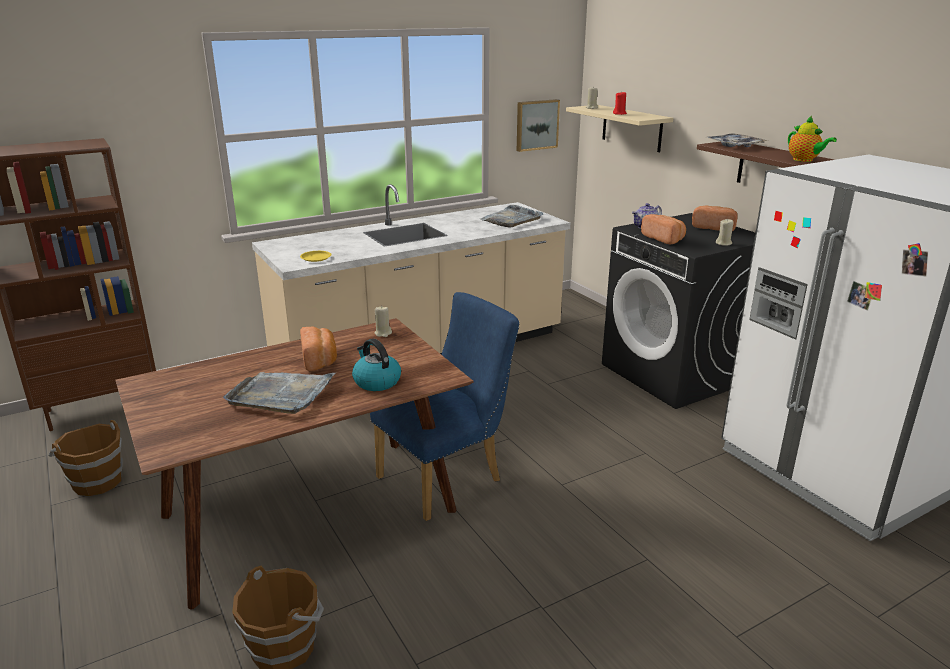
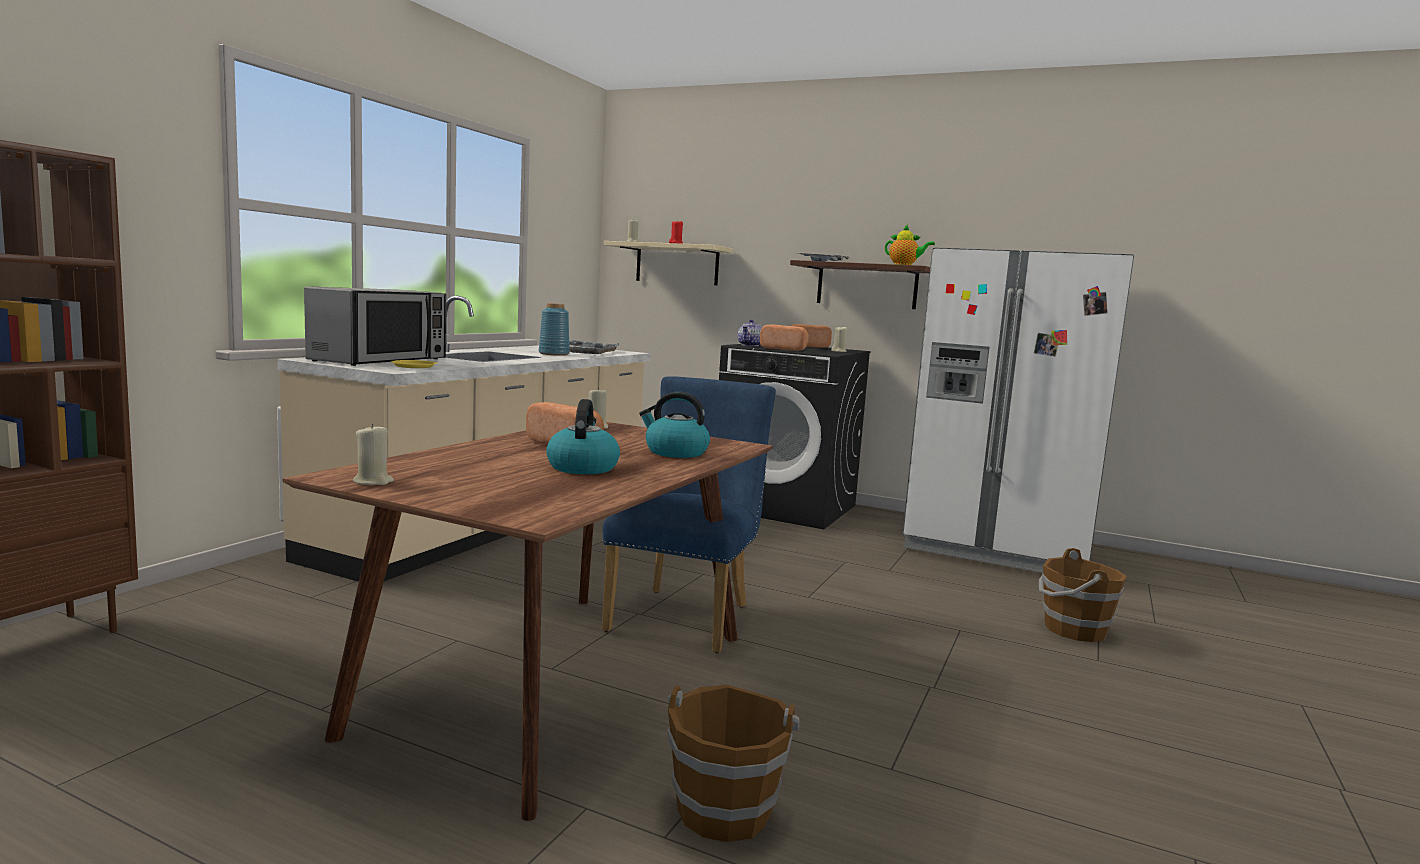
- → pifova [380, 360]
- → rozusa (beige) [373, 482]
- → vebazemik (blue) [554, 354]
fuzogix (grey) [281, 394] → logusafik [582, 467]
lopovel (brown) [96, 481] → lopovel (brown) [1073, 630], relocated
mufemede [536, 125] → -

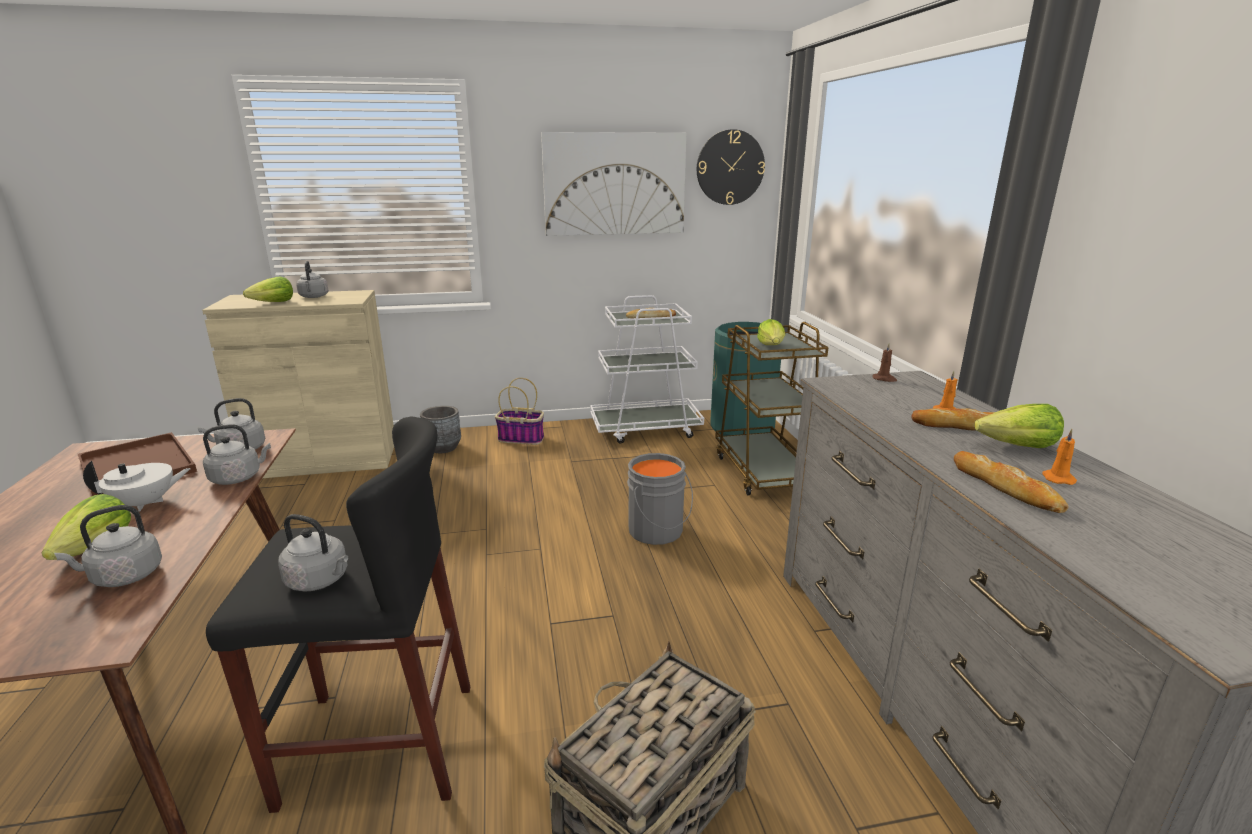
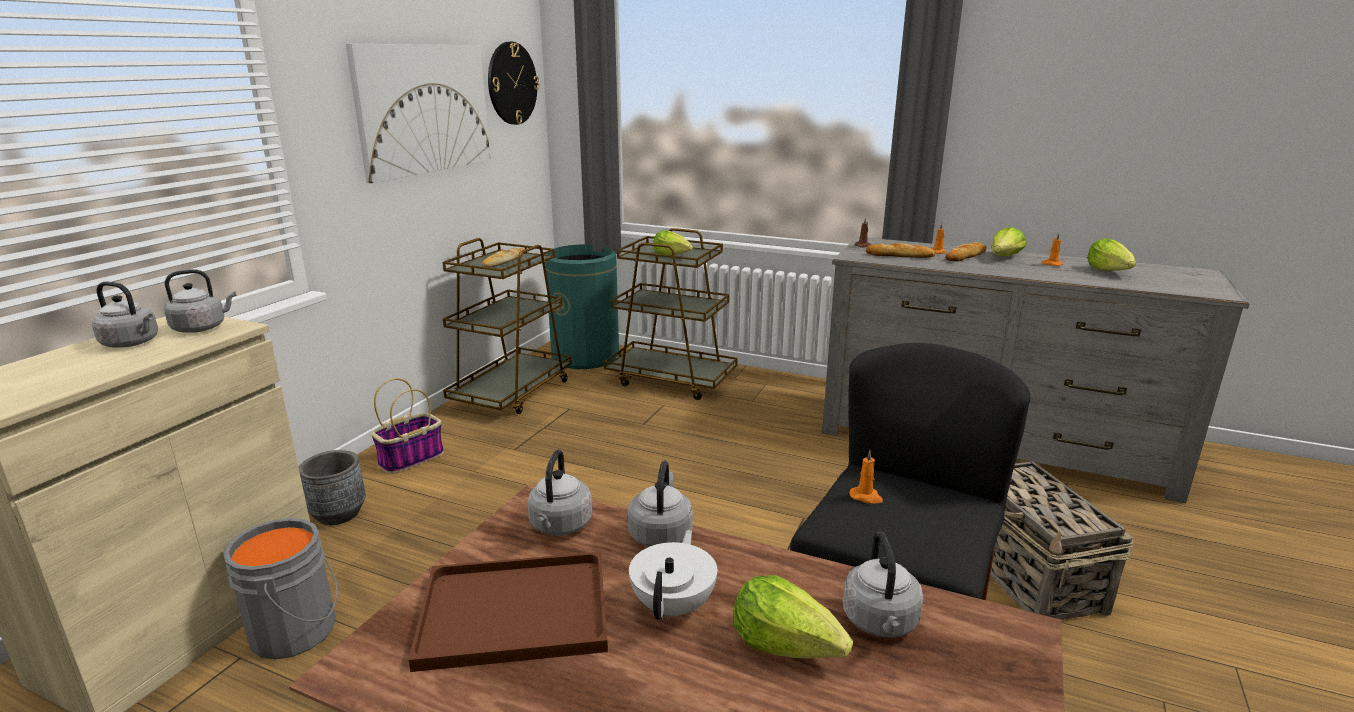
logusafik (grey) [320, 580] → logusafik (grey) [202, 328], relocated
lopovel (grey) [657, 531] → lopovel (grey) [298, 630], relocated
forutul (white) [646, 429] → forutul (brown) [512, 392]
- → rozusa (orange) [866, 497]
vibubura [1004, 487] → vibubura [900, 255], relocated
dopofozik [273, 303] → dopofozik [1109, 271], relocated

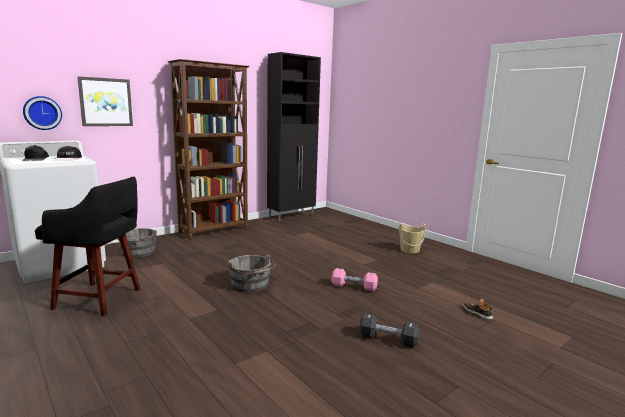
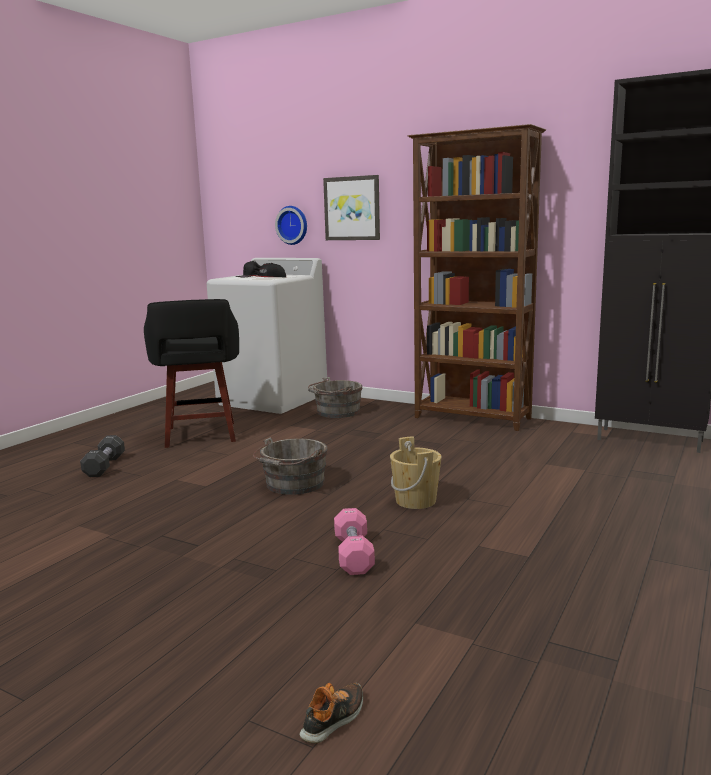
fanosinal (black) [388, 339] → fanosinal (black) [104, 466], relocated
lopovel (beige) [409, 250] → lopovel (beige) [415, 500], relocated

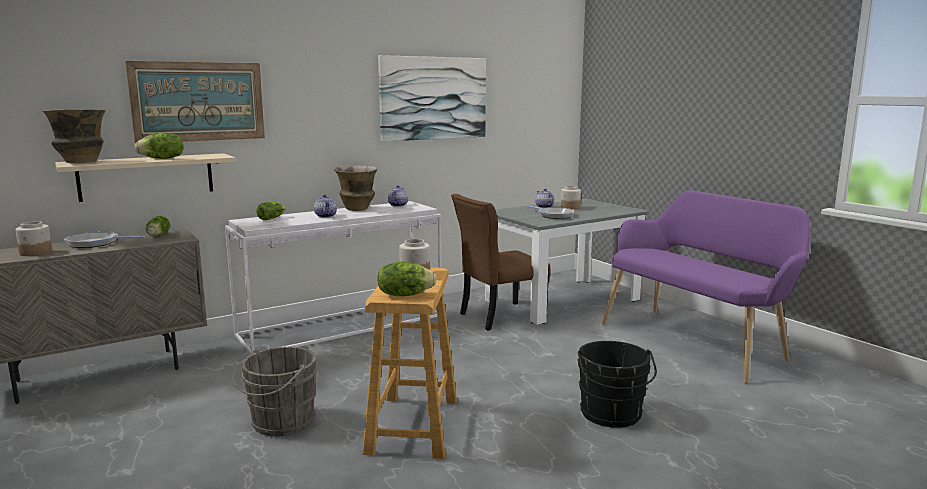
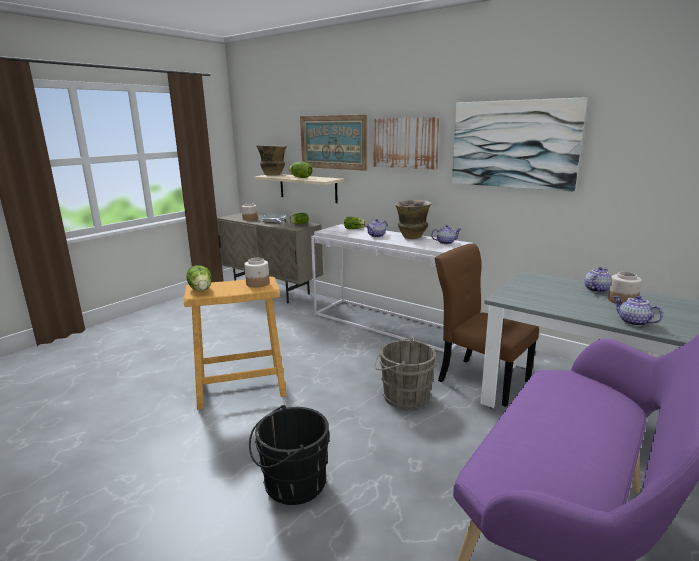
- → mufemede [405, 143]
lopovel (grey) [280, 423] → lopovel (grey) [403, 396], relocated
- → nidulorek [633, 322]
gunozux [554, 215] → -

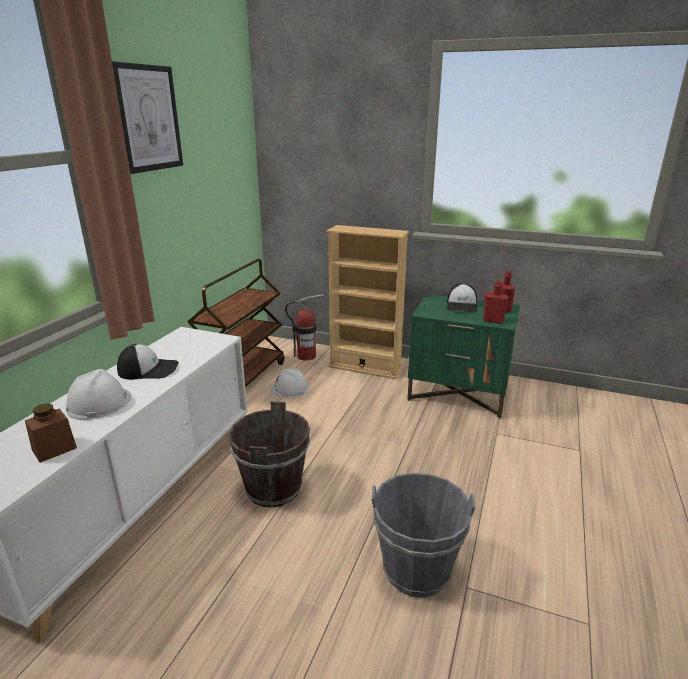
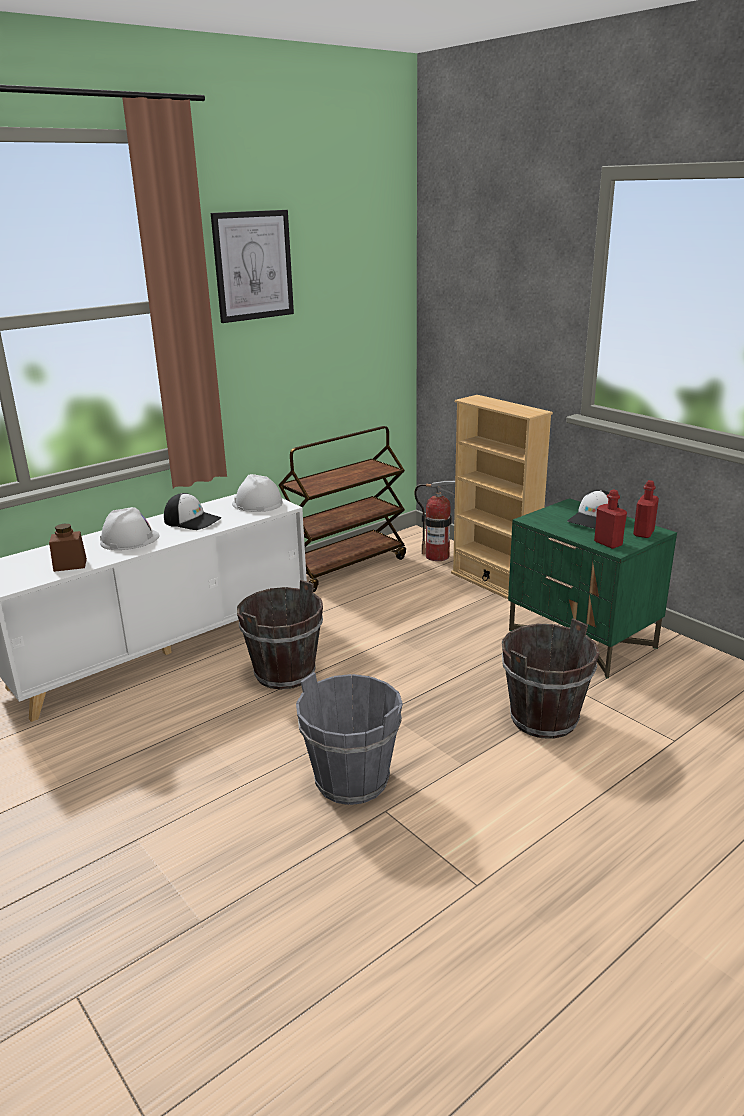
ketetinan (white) [289, 388] → ketetinan (white) [257, 503], relocated
- → lopovel (brown) [544, 719]

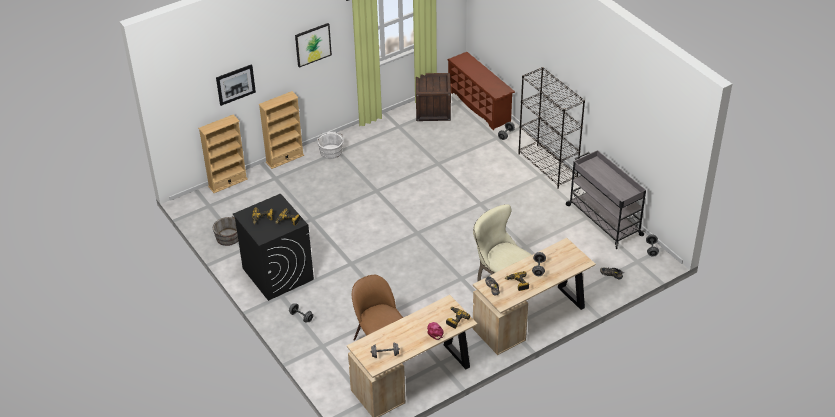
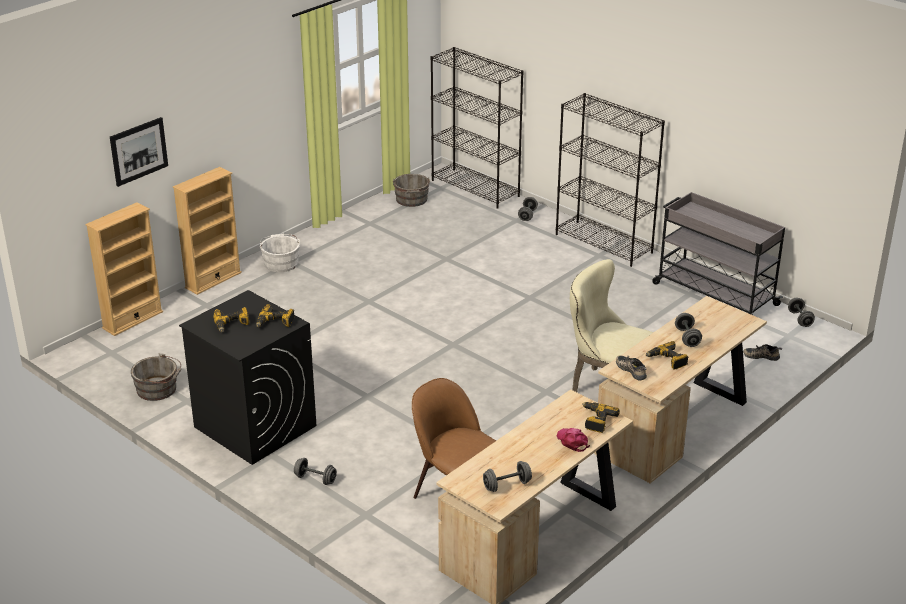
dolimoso [433, 110] → lopovel (grey) [411, 200]
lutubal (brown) [480, 106] → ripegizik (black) [476, 188]
mufemede [313, 44] → -

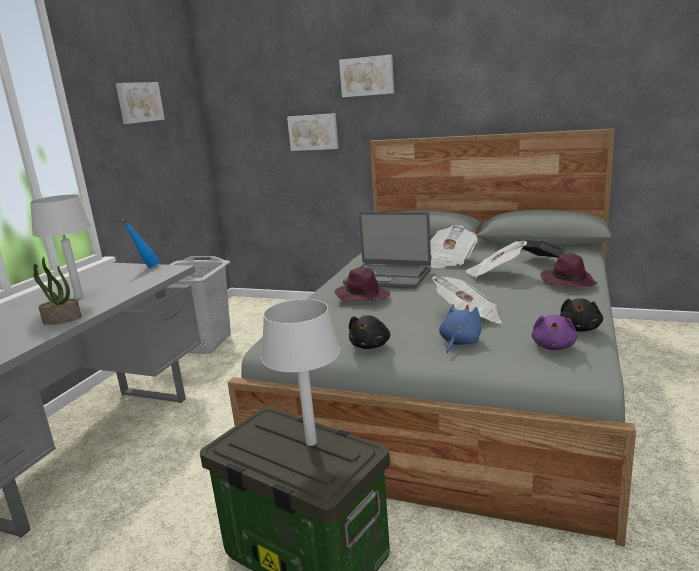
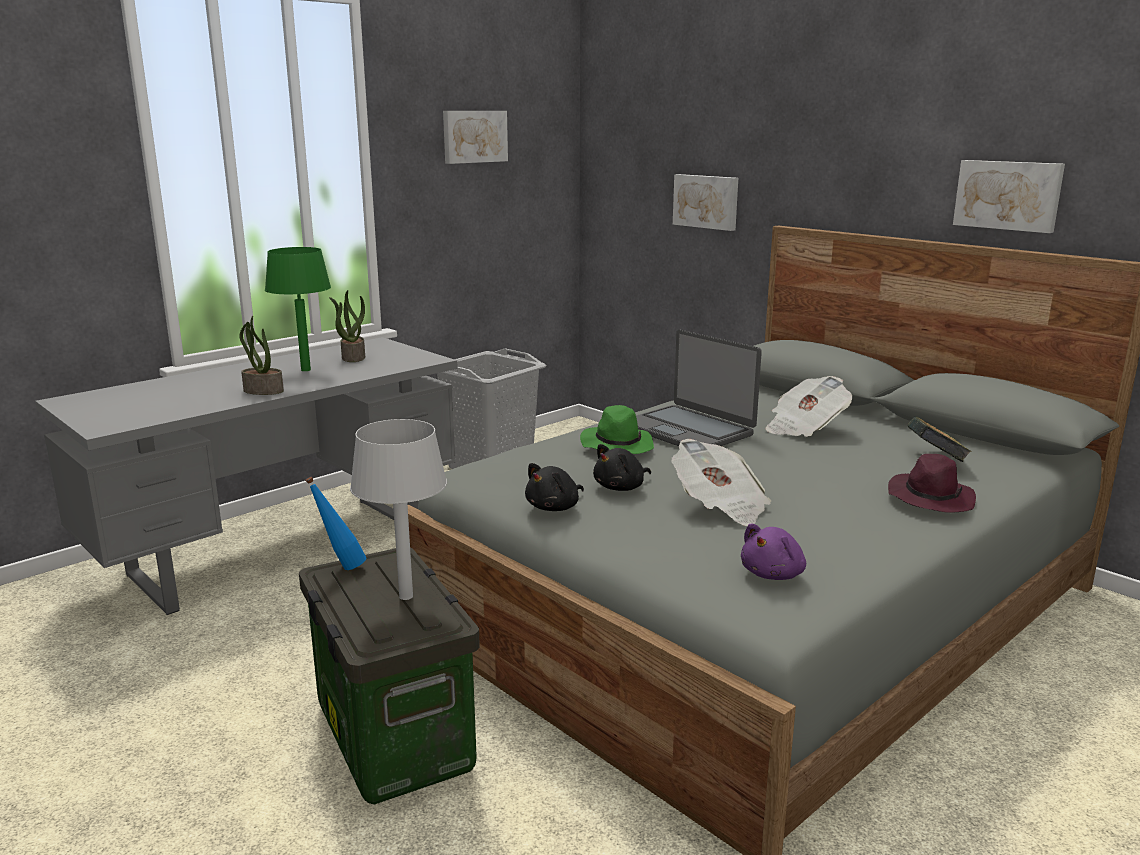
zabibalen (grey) [79, 296] → zabibalen (green) [306, 370]
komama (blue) [146, 268] → komama (blue) [340, 567], relocated
- → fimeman [353, 357]
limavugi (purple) [362, 296] → limavugi (green) [616, 445]
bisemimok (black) [580, 328] → bisemimok (black) [621, 487], relocated
mufemede [367, 76] → mufemede [1008, 195], relocated
bisemimok (blue) [459, 343] → -
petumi [494, 274] → -

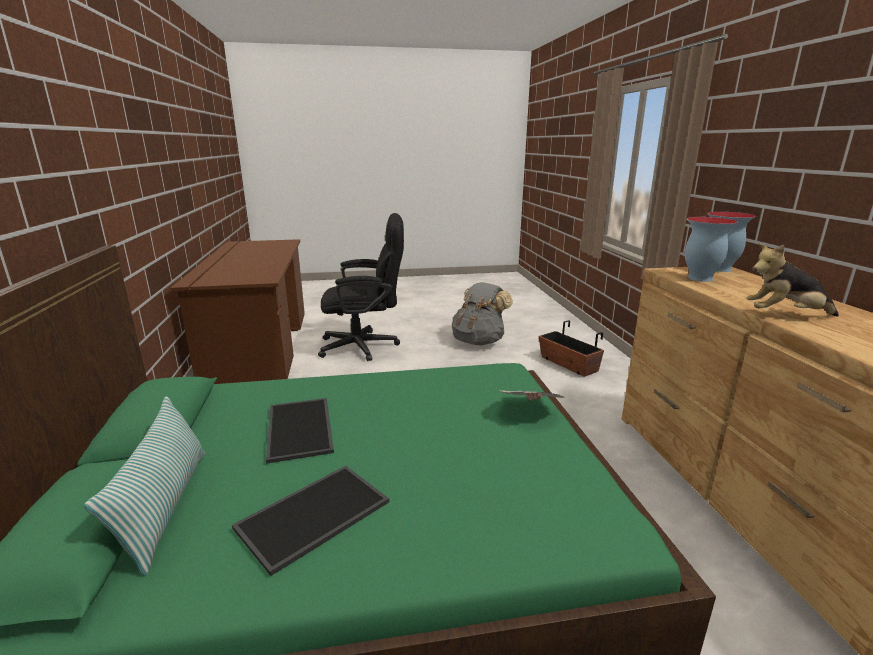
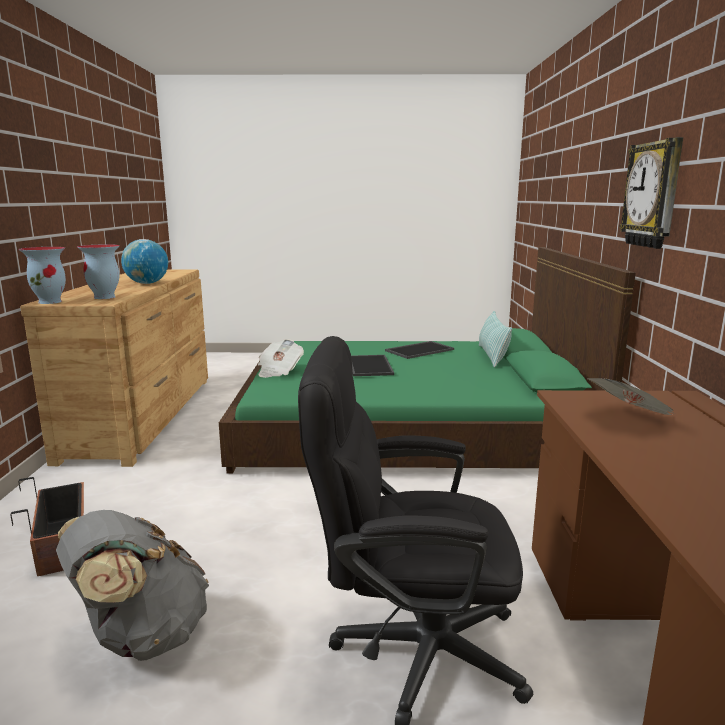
bisemimok [784, 315] → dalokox [147, 283]
fuzogix [301, 429] → fuzogix [368, 365], relocated
- → petumi [631, 419]
- → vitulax [653, 195]

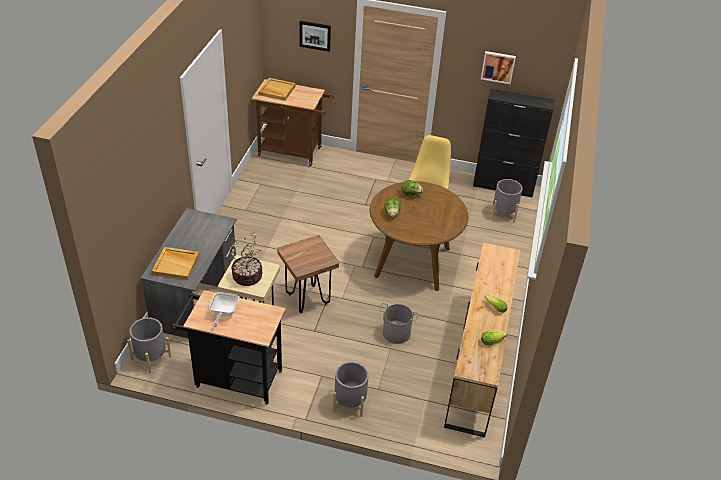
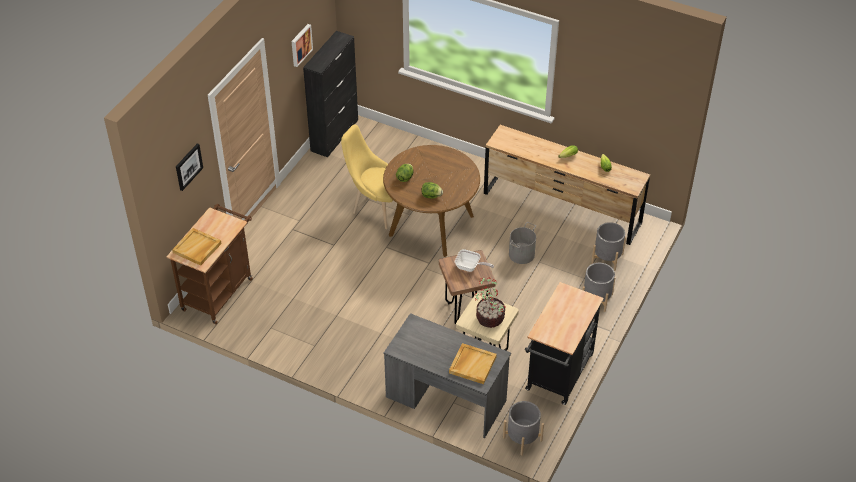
gunozux [223, 313] → gunozux [470, 267], relocated
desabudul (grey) [503, 214] → desabudul (grey) [607, 258], relocated

